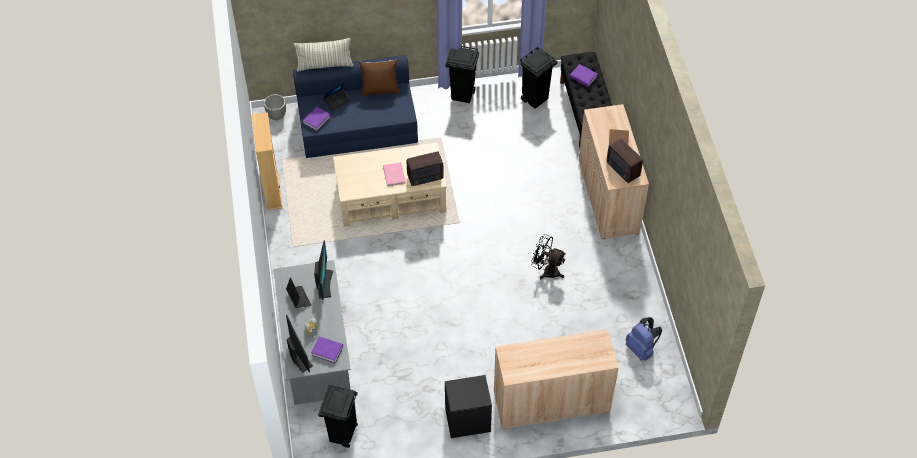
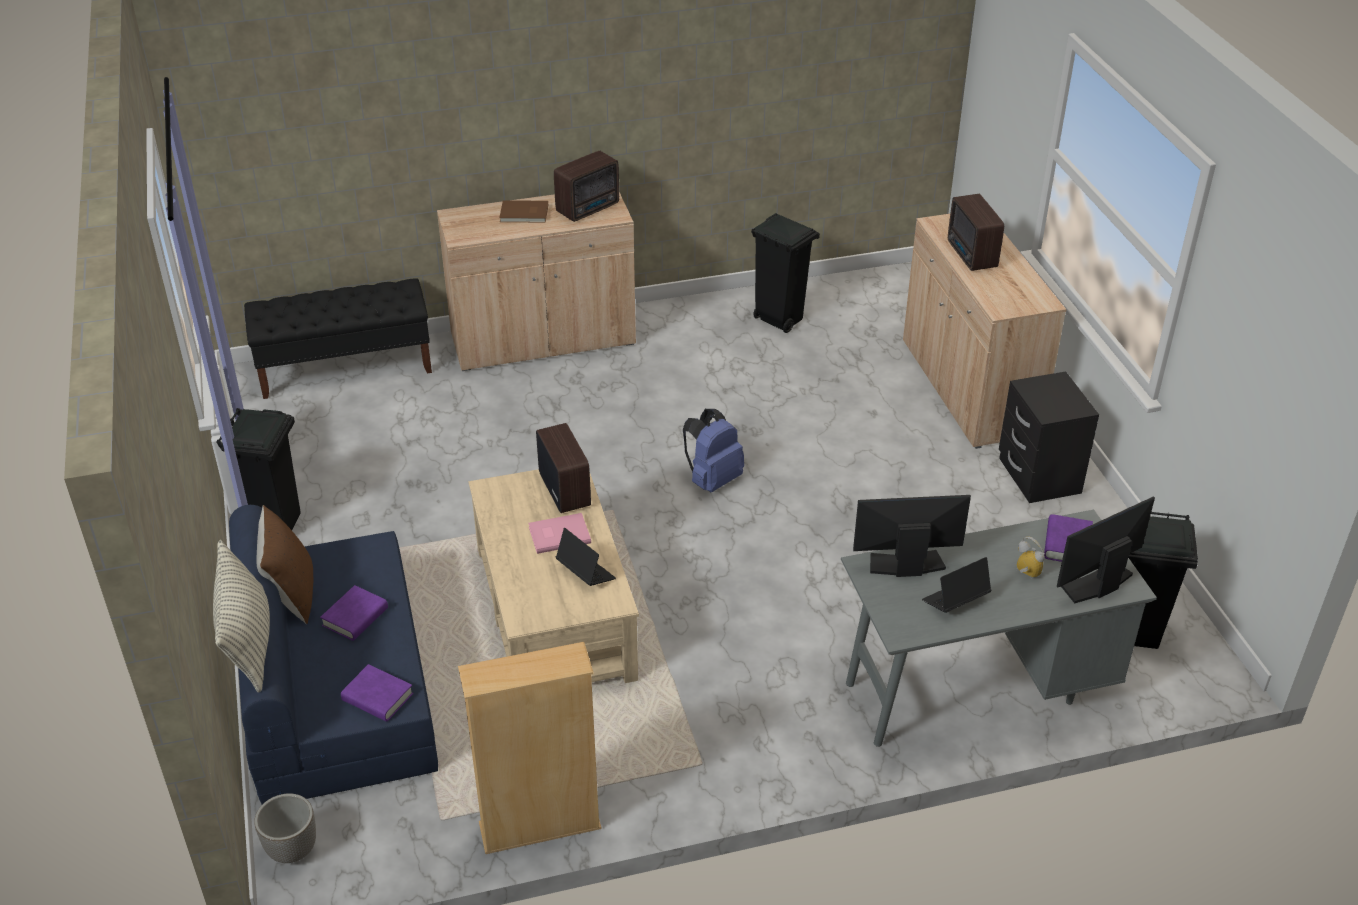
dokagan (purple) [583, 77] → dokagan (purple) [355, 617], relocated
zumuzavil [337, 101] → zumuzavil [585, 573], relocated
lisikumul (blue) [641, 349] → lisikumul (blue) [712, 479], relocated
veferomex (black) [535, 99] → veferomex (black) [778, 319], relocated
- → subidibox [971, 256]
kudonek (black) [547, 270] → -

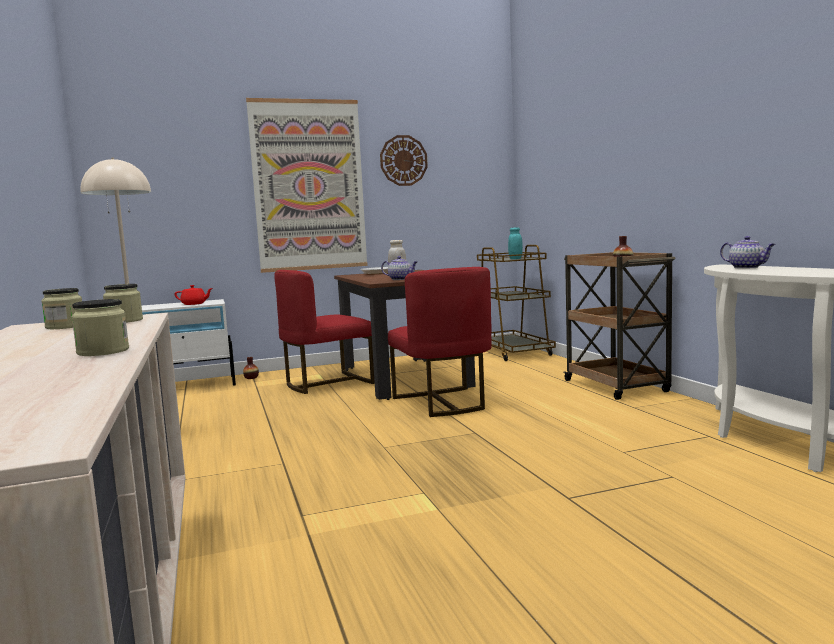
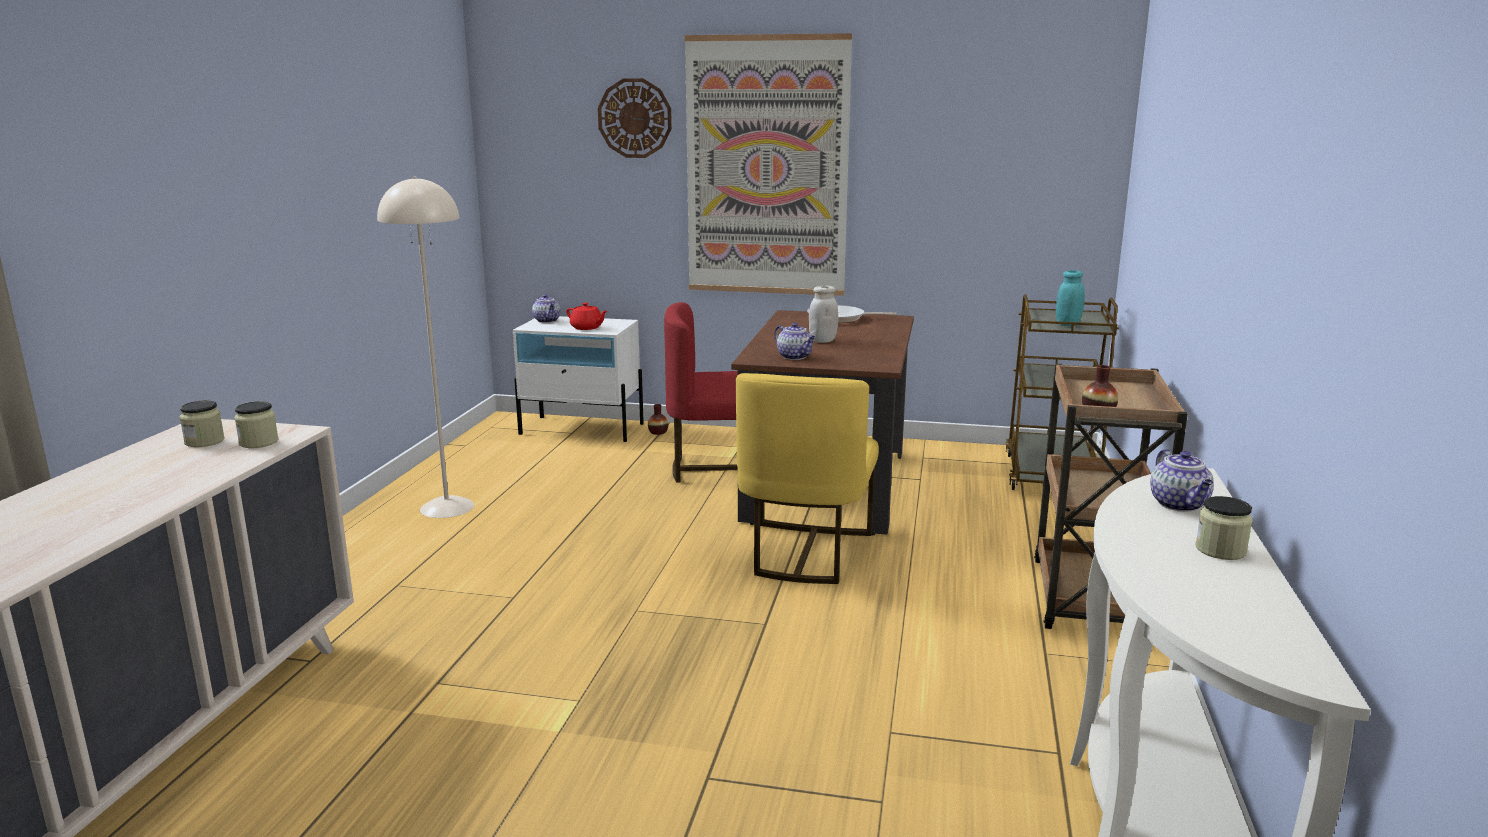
- → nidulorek [547, 321]
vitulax [403, 160] → vitulax [635, 118], relocated
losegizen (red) [442, 403] → losegizen (yellow) [805, 553]
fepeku [103, 351] → fepeku [1220, 550], relocated

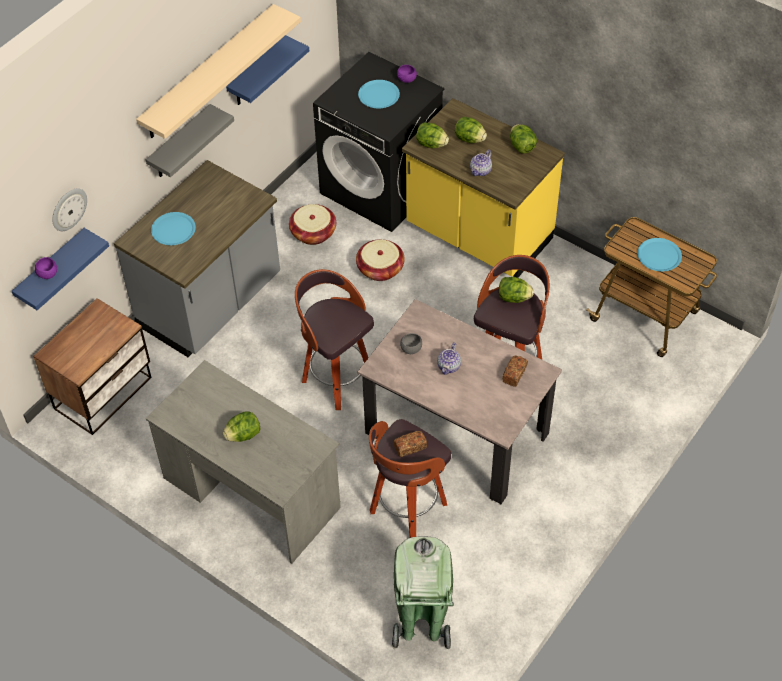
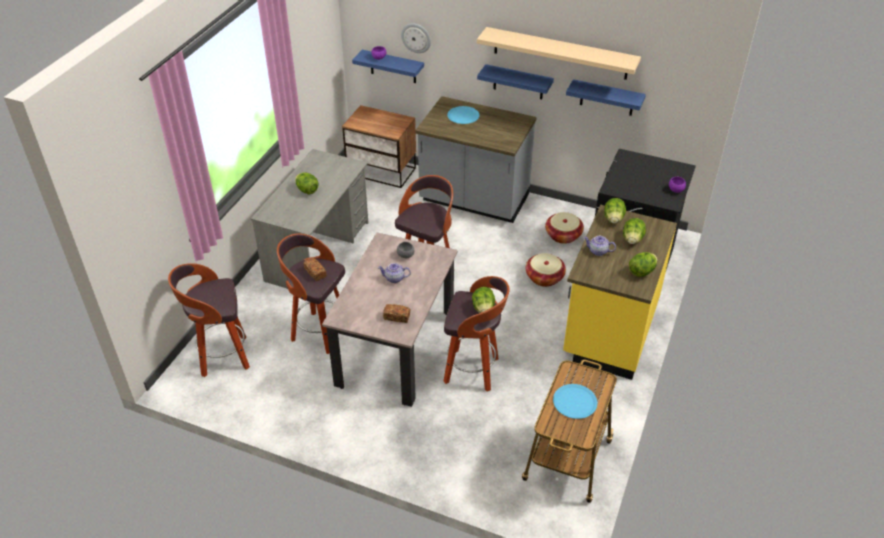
veferomex (green) [421, 623] → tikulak [222, 357]
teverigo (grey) [180, 143] → teverigo (blue) [518, 82]
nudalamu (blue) [378, 95] → -

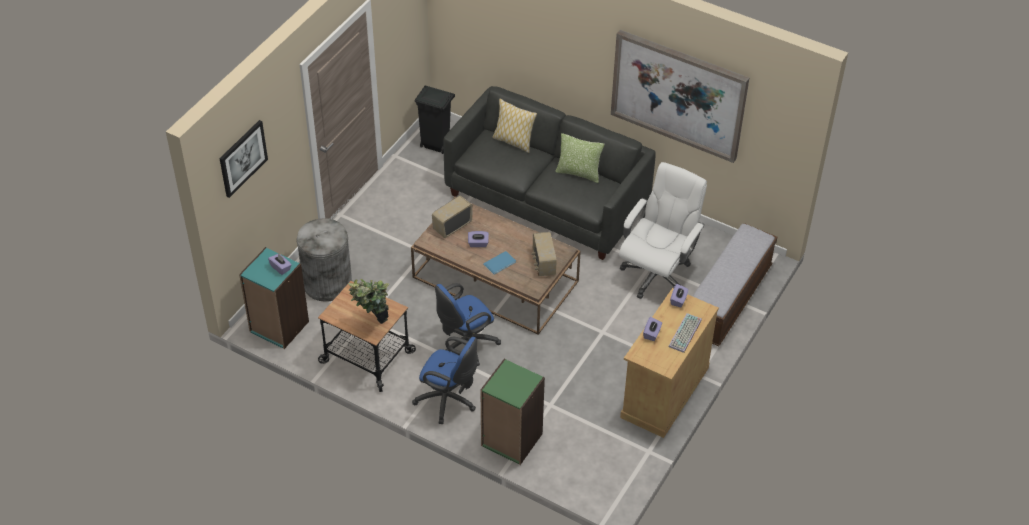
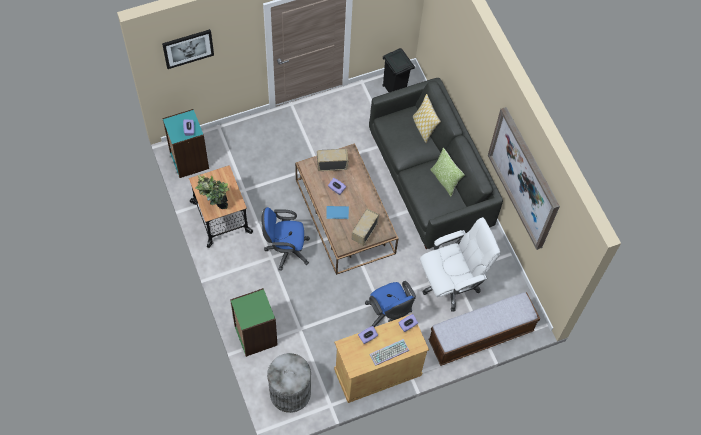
veferomex (grey) [327, 283] → veferomex (grey) [290, 392], relocated
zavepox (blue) [449, 401] → zavepox (blue) [389, 316], relocated

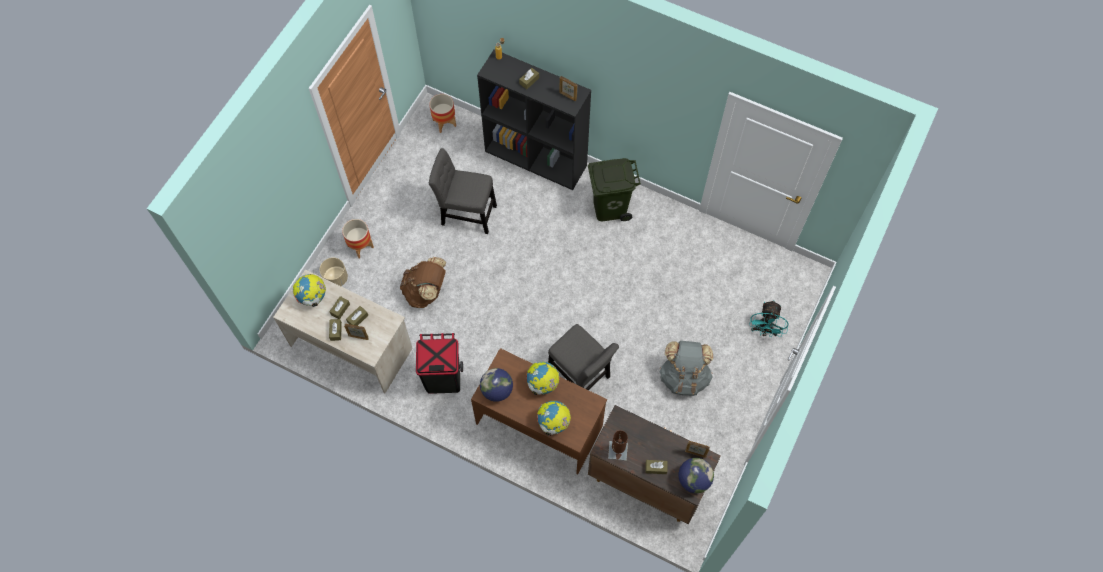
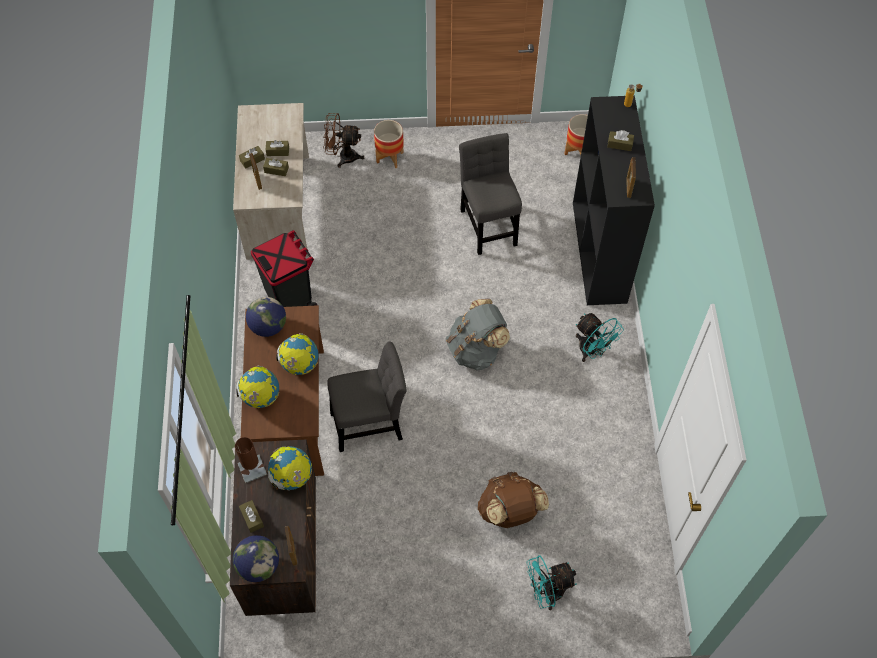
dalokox [312, 297] → dalokox [292, 477], relocated
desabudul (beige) [336, 278] → kudonek (brown) [343, 156]
losegizen (grey) [580, 375] → losegizen (grey) [370, 424], 120 degrees counterclockwise
lisikumul (grey) [684, 377] → lisikumul (grey) [476, 349], relocated
lisikumul (brown) [426, 291] → lisikumul (brown) [510, 512], relocated
veferomex (green) [609, 207] → kudonek (turquoise) [592, 351]

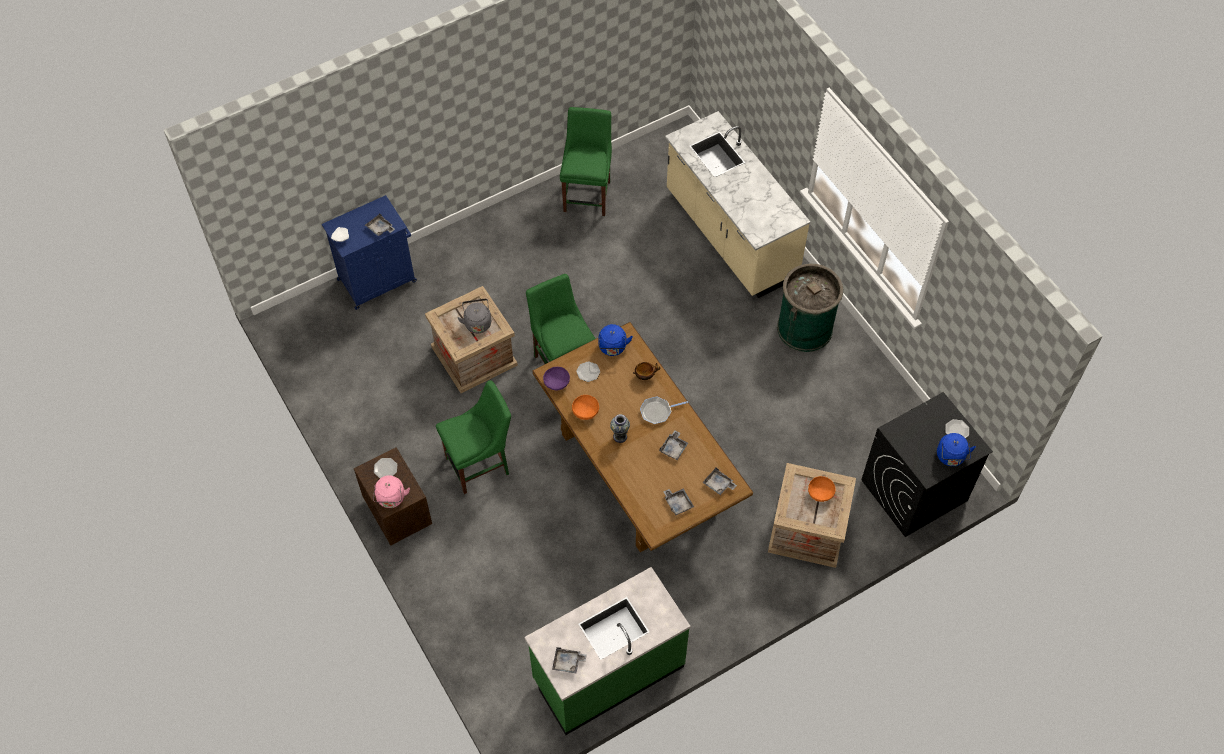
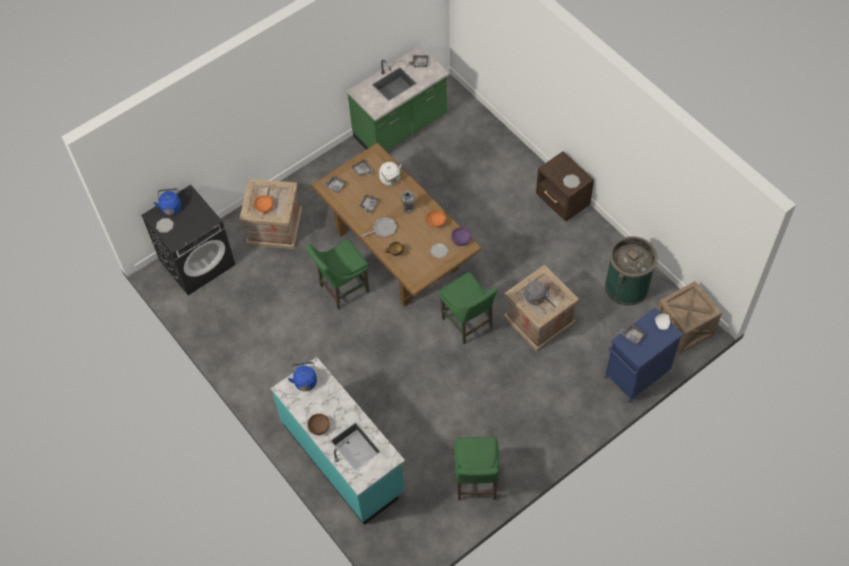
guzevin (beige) [729, 235] → guzevin (turquoise) [343, 457]
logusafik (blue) [612, 348] → logusafik (blue) [305, 381], relocated
losegizen (green) [480, 464] → losegizen (green) [342, 289], relocated
- → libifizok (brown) [319, 427]
- → logusafik (white) [391, 179]
veferomex (green) [805, 328] → veferomex (green) [626, 286], relocated
- → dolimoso [683, 328]
logusafik (pink) [391, 499] → -

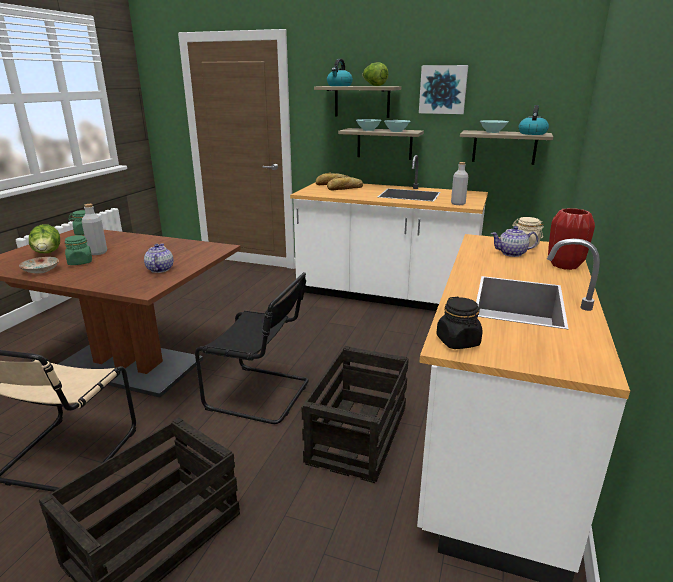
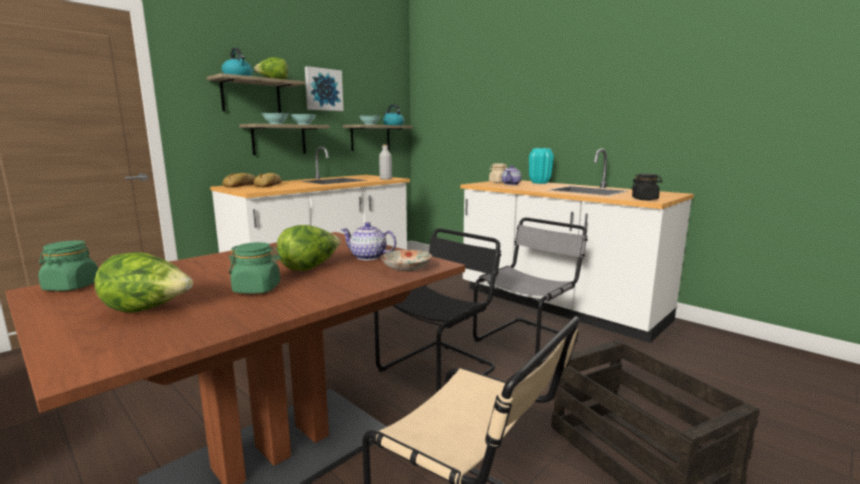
- → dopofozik [310, 267]
nudalamu [40, 271] → nudalamu [406, 268], relocated
dolimoso [358, 435] → losegizen (grey) [528, 340]
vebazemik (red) [564, 265] → vebazemik (turquoise) [540, 183]
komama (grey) [98, 252] → -

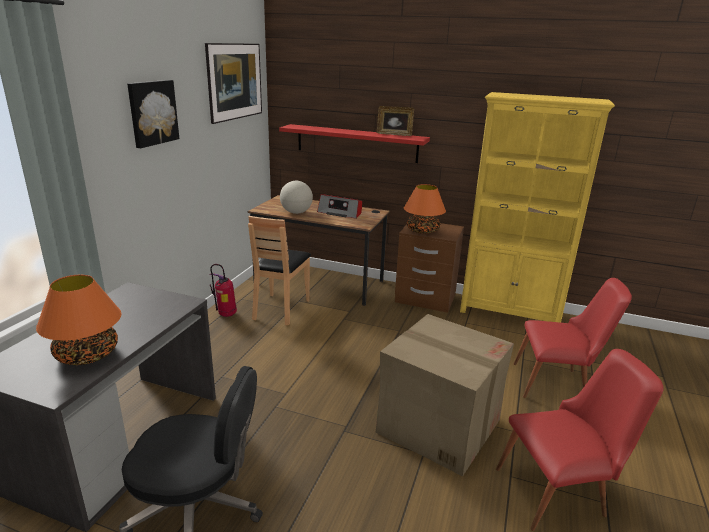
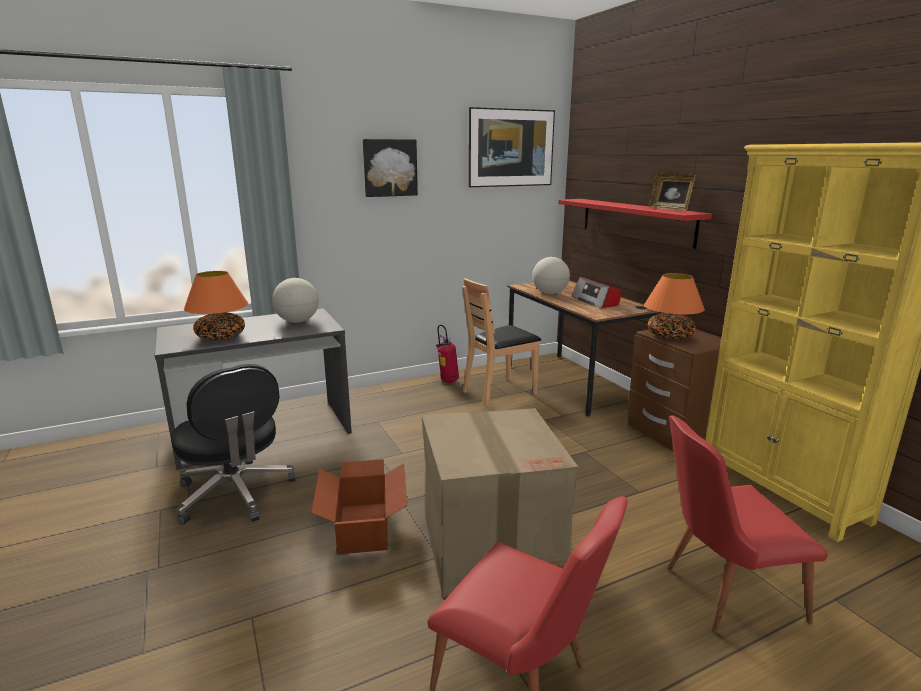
- → dalokox [298, 321]
- → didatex [364, 527]
losegizen (red) [557, 384] → losegizen (red) [720, 592], 120 degrees clockwise

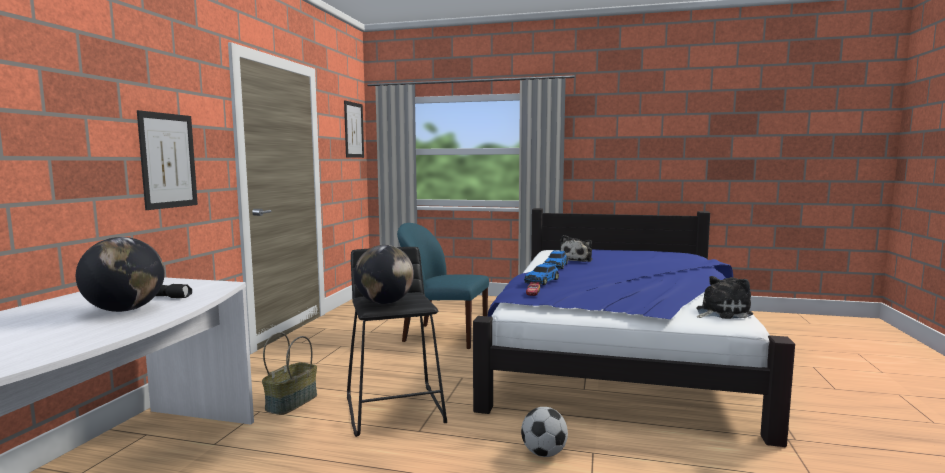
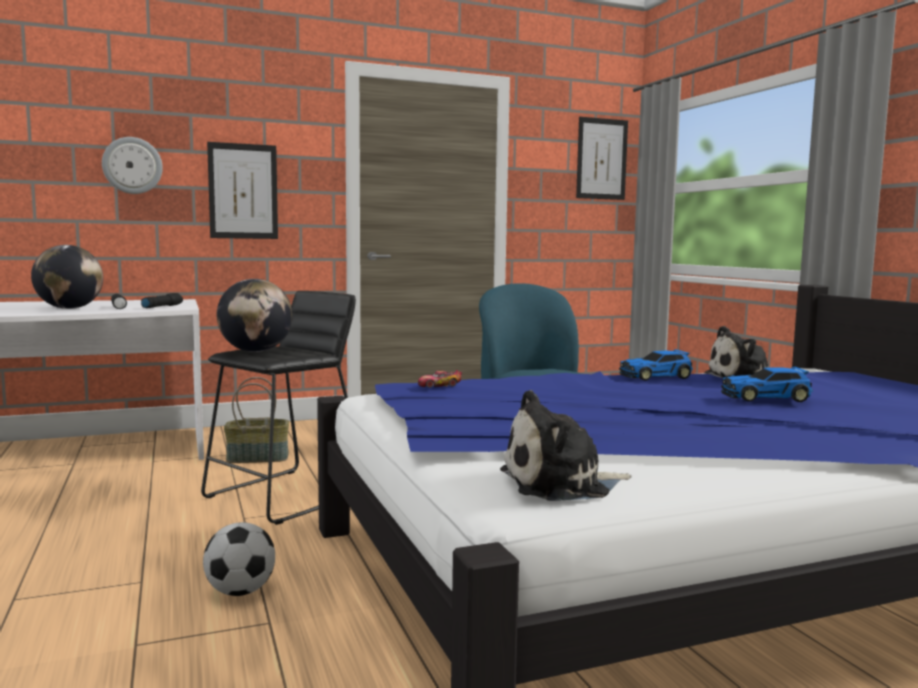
- → vitulax [132, 165]
- → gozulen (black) [162, 307]
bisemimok [720, 312] → bisemimok [561, 484], 135 degrees clockwise
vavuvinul [542, 281] → vavuvinul [766, 397], relocated

